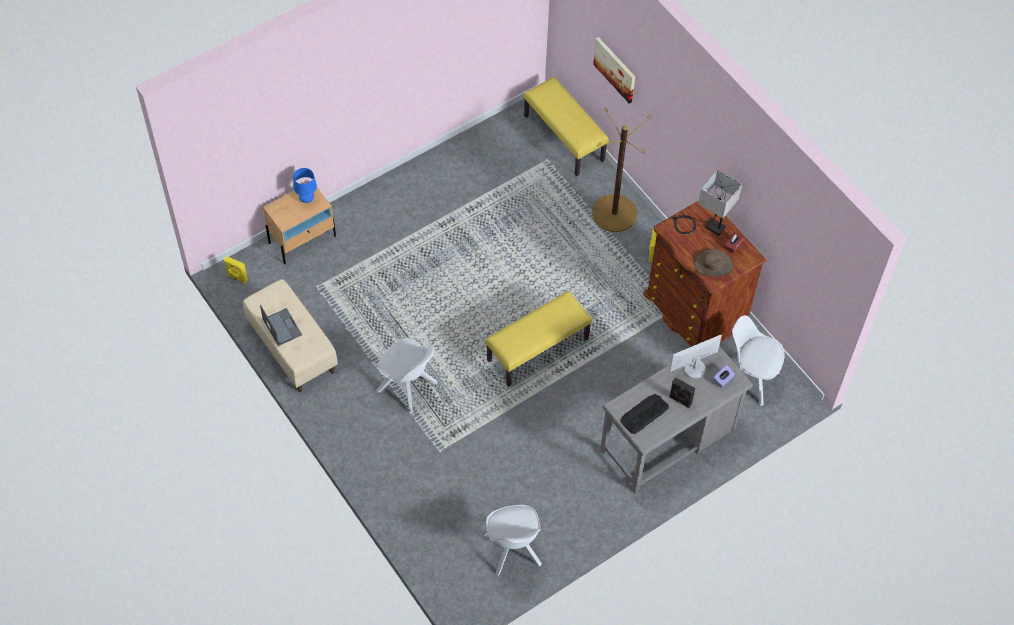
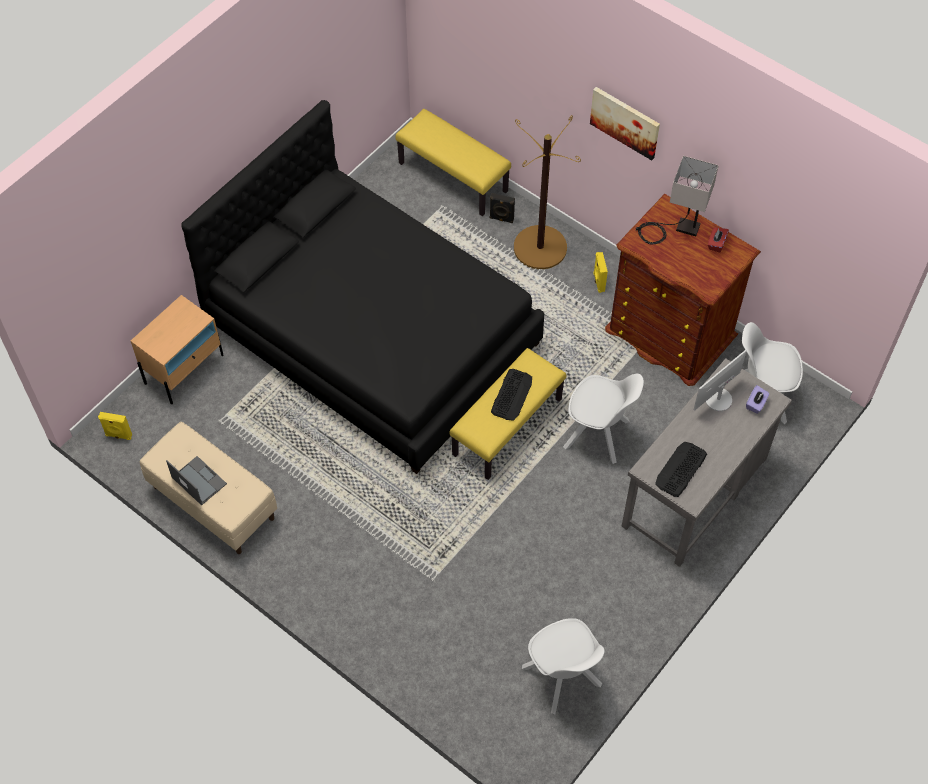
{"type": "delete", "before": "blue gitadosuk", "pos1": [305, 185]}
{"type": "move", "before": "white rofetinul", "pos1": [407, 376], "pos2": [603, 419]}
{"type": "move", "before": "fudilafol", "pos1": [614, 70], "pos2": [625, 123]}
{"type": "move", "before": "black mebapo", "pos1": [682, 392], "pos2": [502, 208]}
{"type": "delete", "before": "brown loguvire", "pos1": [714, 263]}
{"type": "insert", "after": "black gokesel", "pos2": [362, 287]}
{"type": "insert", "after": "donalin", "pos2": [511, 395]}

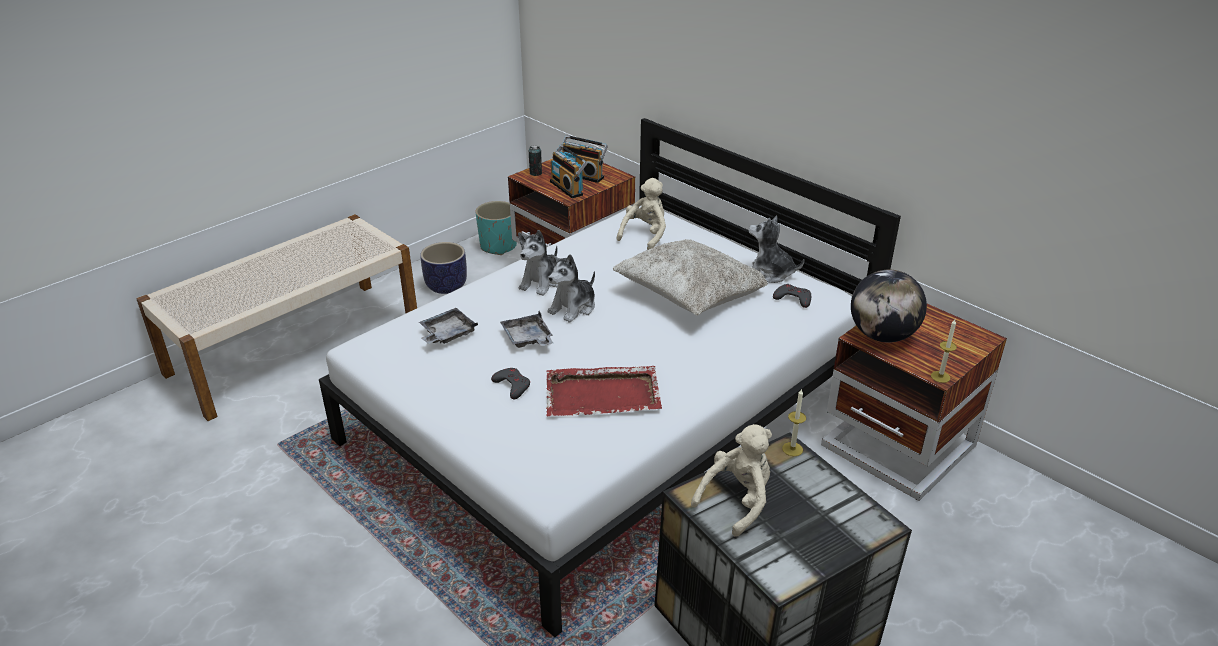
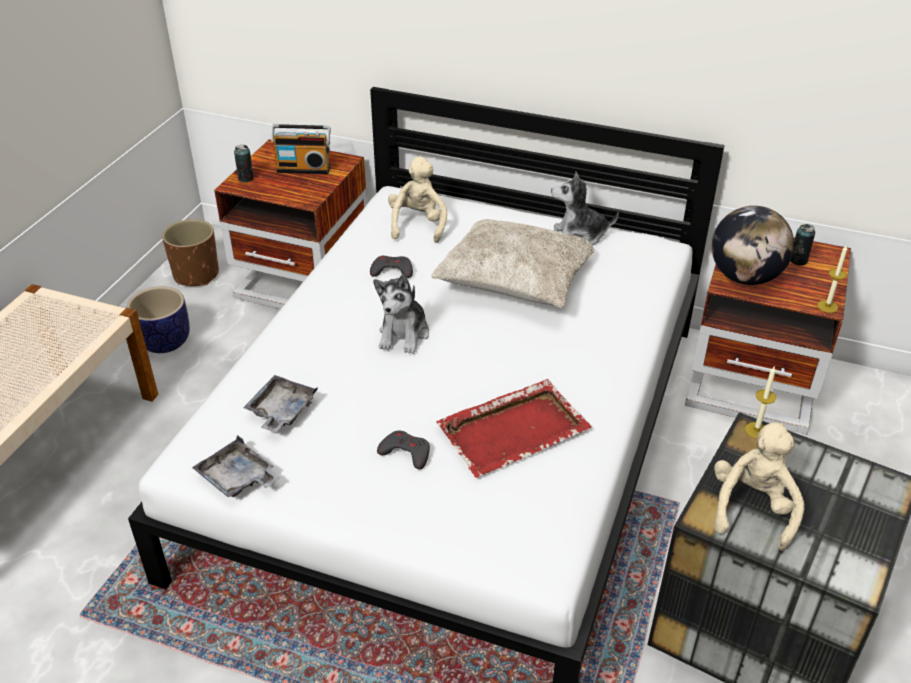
{"type": "recolor", "before": "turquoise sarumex", "after": "brown sarumex", "pos1": [496, 228], "pos2": [190, 252]}
{"type": "move", "before": "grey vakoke", "pos1": [526, 329], "pos2": [236, 466]}
{"type": "delete", "before": "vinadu", "pos1": [538, 263]}
{"type": "delete", "before": "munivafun", "pos1": [569, 172]}
{"type": "move", "before": "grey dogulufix", "pos1": [792, 296], "pos2": [391, 266]}
{"type": "insert", "after": "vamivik", "pos2": [802, 245]}

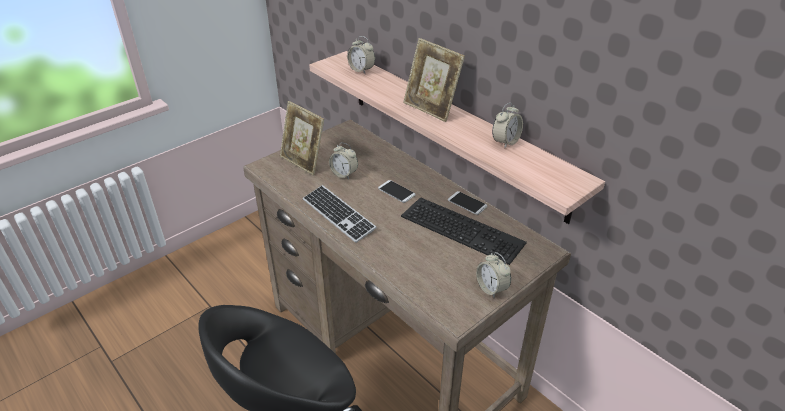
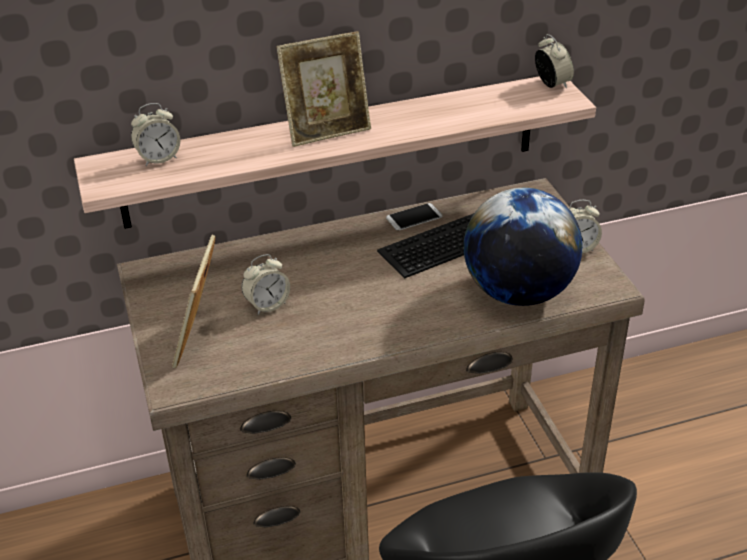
{"type": "rotate", "before": "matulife", "pos1": [302, 138], "pos2": [193, 301], "turn": 120}
{"type": "delete", "before": "donalin", "pos1": [340, 214]}
{"type": "delete", "before": "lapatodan", "pos1": [397, 191]}
{"type": "move", "before": "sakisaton", "pos1": [507, 126], "pos2": [554, 61]}
{"type": "insert", "after": "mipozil", "pos2": [523, 247]}

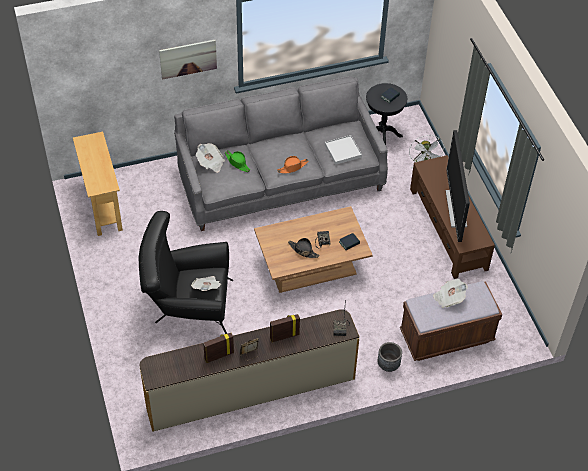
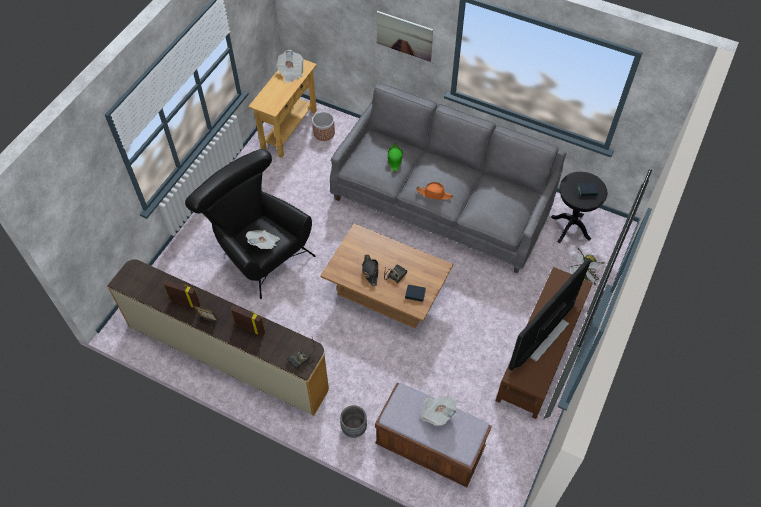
{"type": "move", "before": "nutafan", "pos1": [210, 158], "pos2": [290, 66]}
{"type": "delete", "before": "white vakoke", "pos1": [343, 150]}
{"type": "insert", "after": "sarumex", "pos2": [323, 126]}

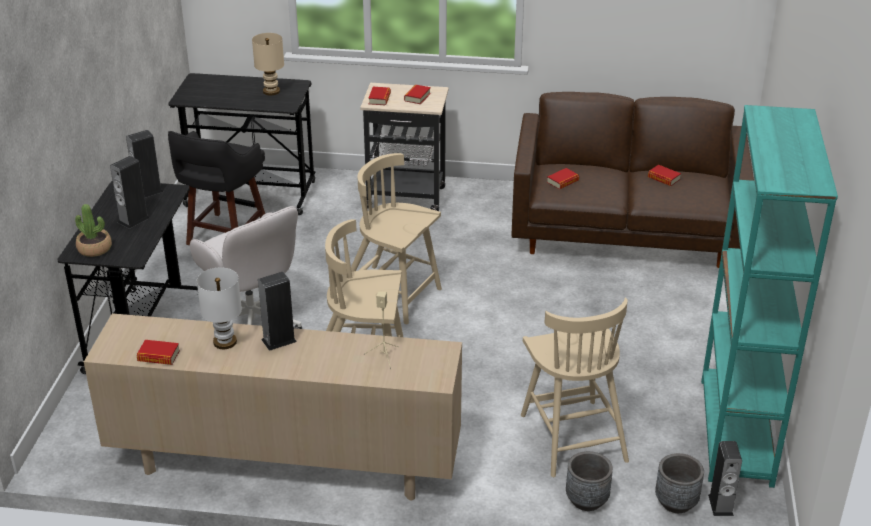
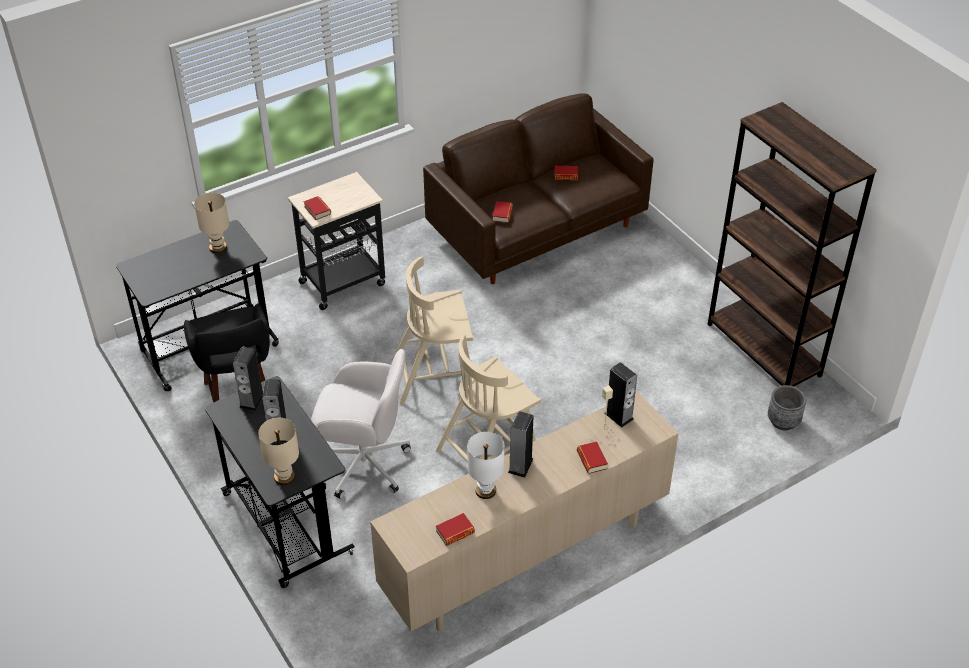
{"type": "replace", "before": "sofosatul", "after": "beige gitadosuk", "pos1": [93, 230], "pos2": [278, 451]}
{"type": "move", "before": "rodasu", "pos1": [417, 94], "pos2": [592, 457]}
{"type": "delete", "before": "beige rofetinul", "pos1": [575, 387]}
{"type": "delete", "before": "grey sarumex", "pos1": [589, 481]}
{"type": "recolor", "before": "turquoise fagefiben", "after": "brown fagefiben", "pos1": [769, 296], "pos2": [792, 244]}
{"type": "move", "before": "mebapo", "pos1": [725, 478], "pos2": [620, 394]}

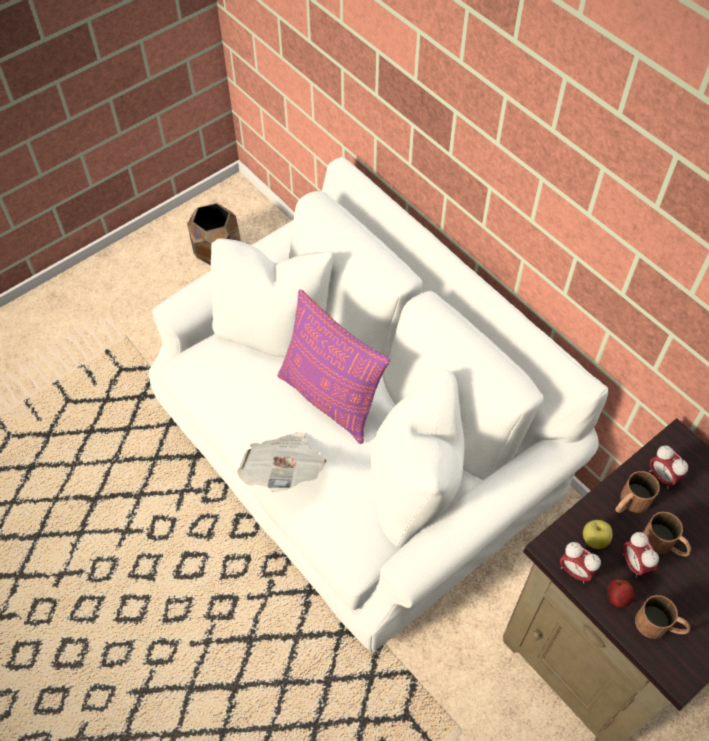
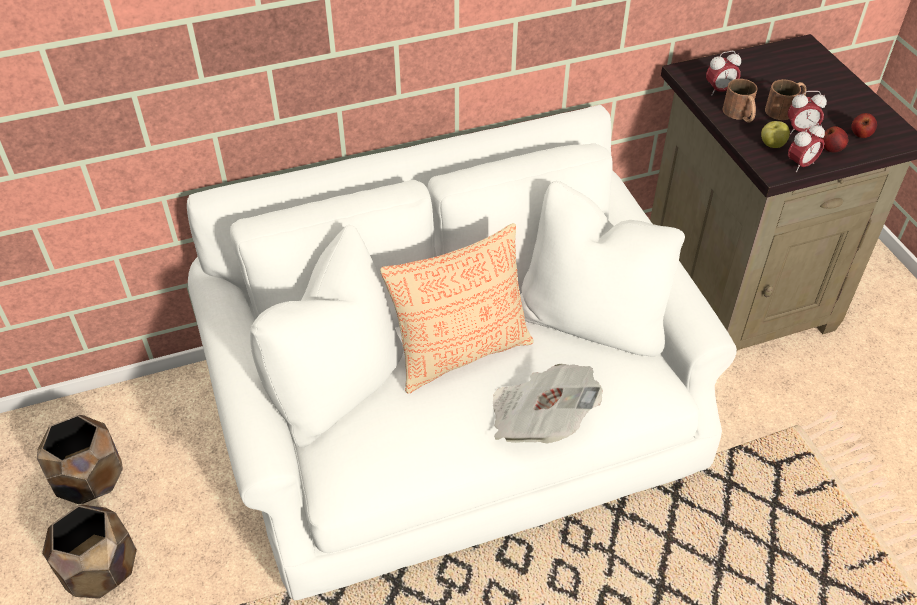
{"type": "recolor", "before": "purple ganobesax", "after": "beige ganobesax", "pos1": [333, 367], "pos2": [457, 308]}
{"type": "replace", "before": "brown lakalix", "after": "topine", "pos1": [662, 617], "pos2": [864, 125]}
{"type": "insert", "after": "brown sarumex", "pos2": [89, 552]}

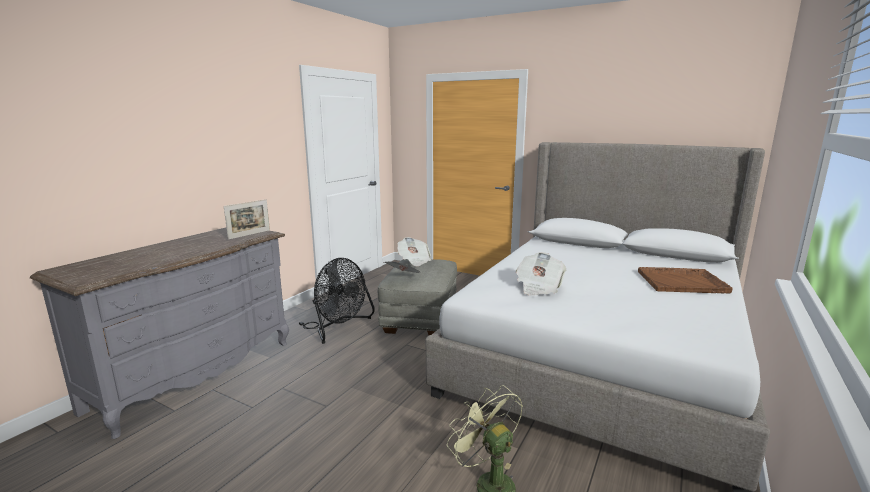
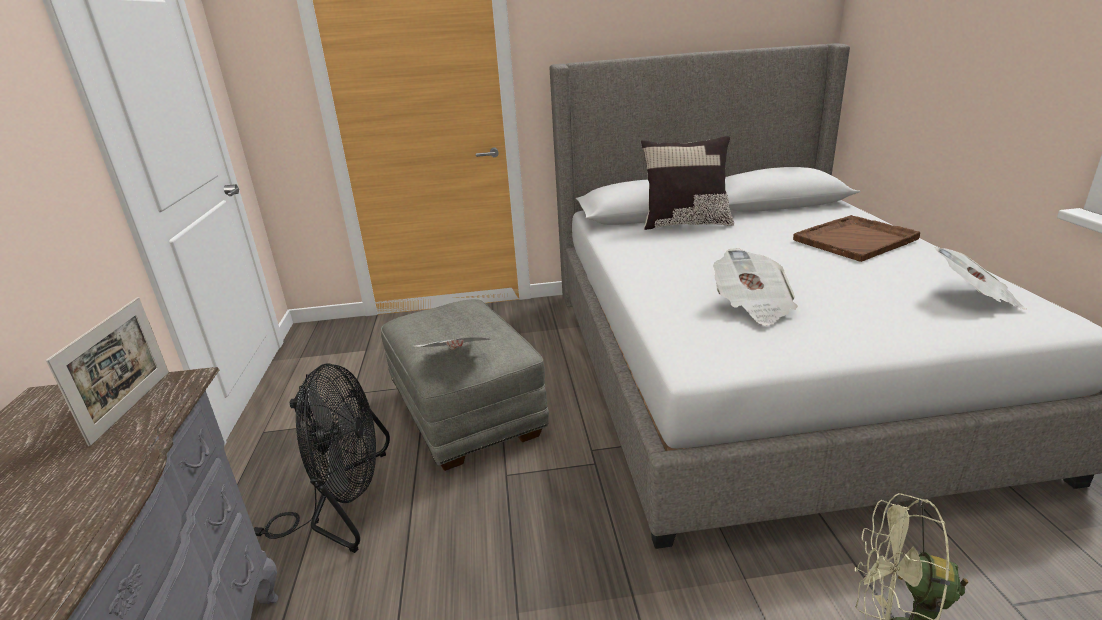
{"type": "move", "before": "nutafan", "pos1": [414, 251], "pos2": [980, 278]}
{"type": "insert", "after": "ganobesax", "pos2": [687, 183]}

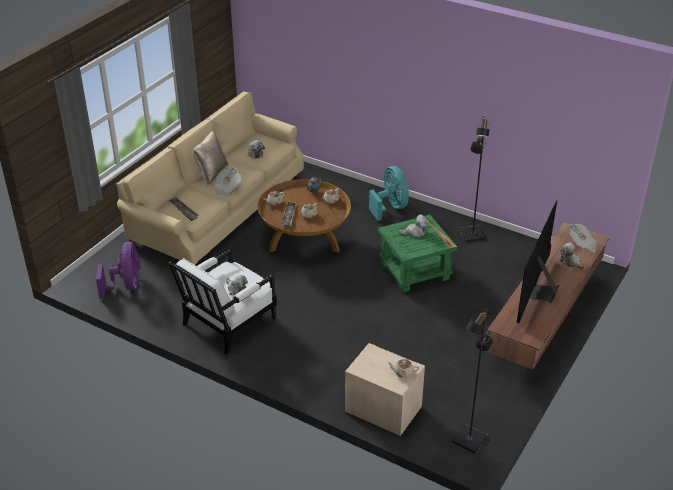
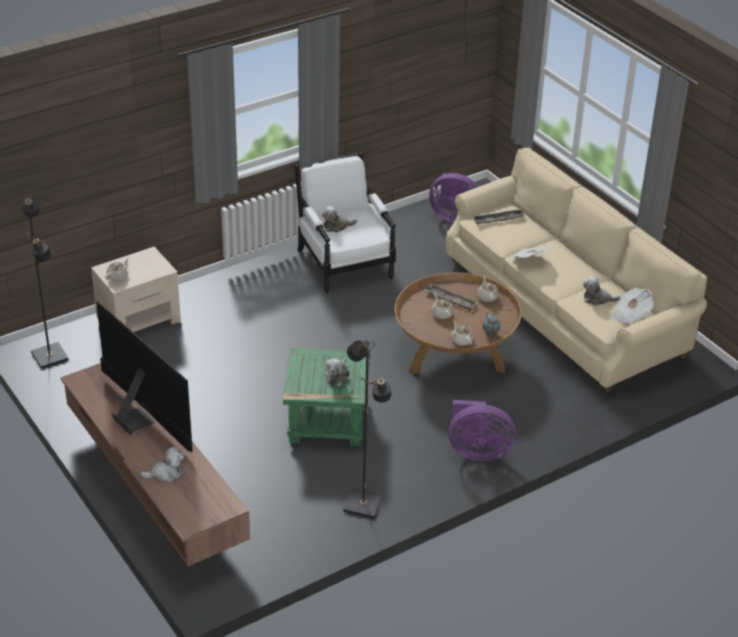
{"type": "delete", "before": "beige ganobesax", "pos1": [210, 158]}
{"type": "recolor", "before": "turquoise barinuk", "after": "purple barinuk", "pos1": [389, 193], "pos2": [482, 430]}
{"type": "move", "before": "nutafan", "pos1": [583, 238], "pos2": [632, 306]}

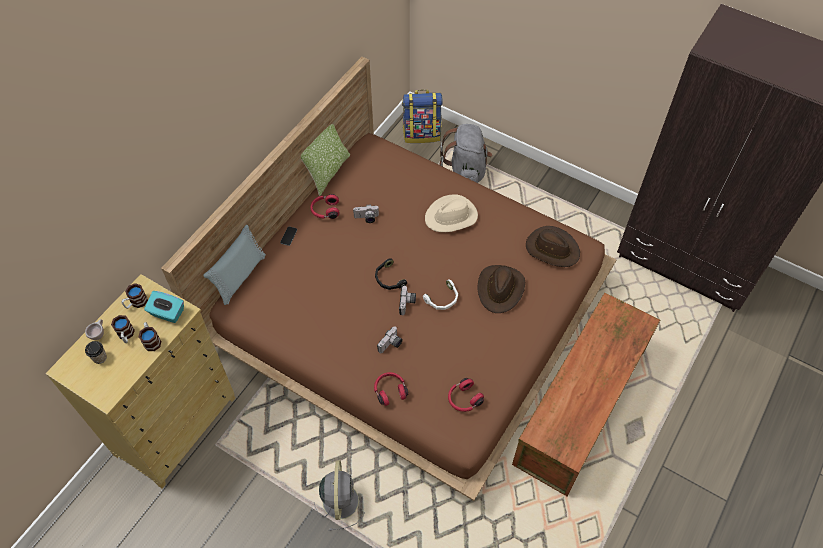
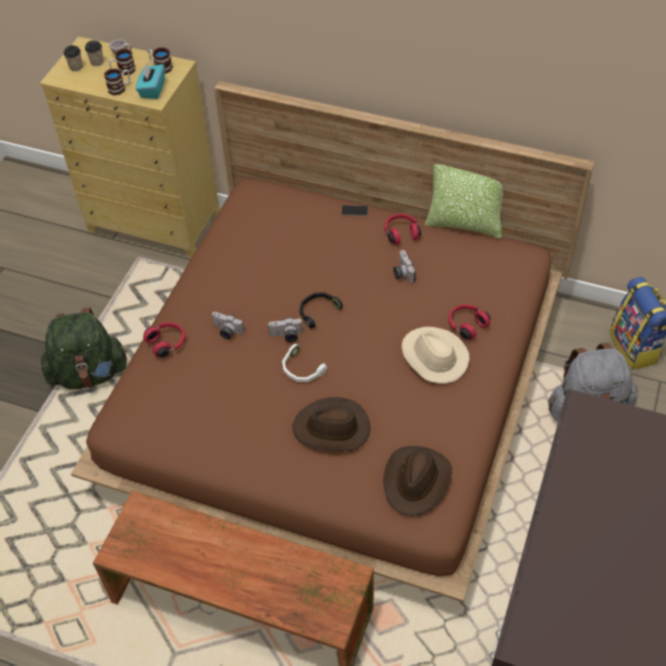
{"type": "delete", "before": "blue ganobesax", "pos1": [234, 265]}
{"type": "replace", "before": "grey barinuk", "after": "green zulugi", "pos1": [339, 495], "pos2": [84, 348]}
{"type": "move", "before": "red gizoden", "pos1": [466, 395], "pos2": [469, 322]}
{"type": "insert", "after": "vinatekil", "pos2": [73, 58]}

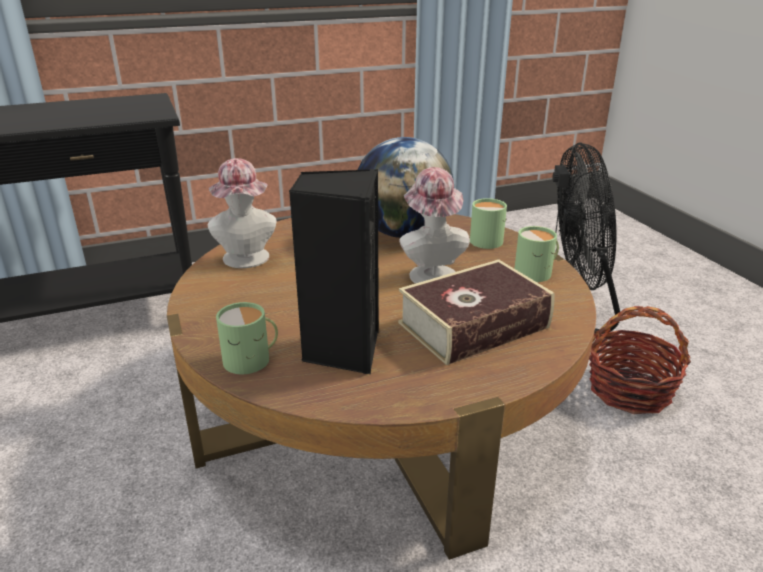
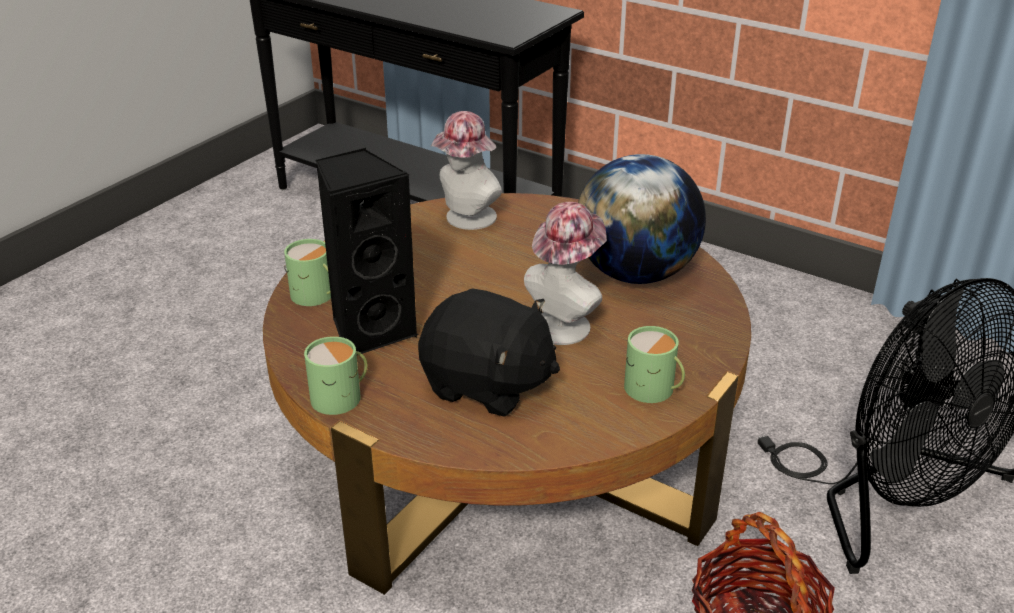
{"type": "replace", "before": "rodasu", "after": "black vinadu", "pos1": [476, 312], "pos2": [489, 353]}
{"type": "move", "before": "green lakalix", "pos1": [488, 223], "pos2": [335, 375]}

